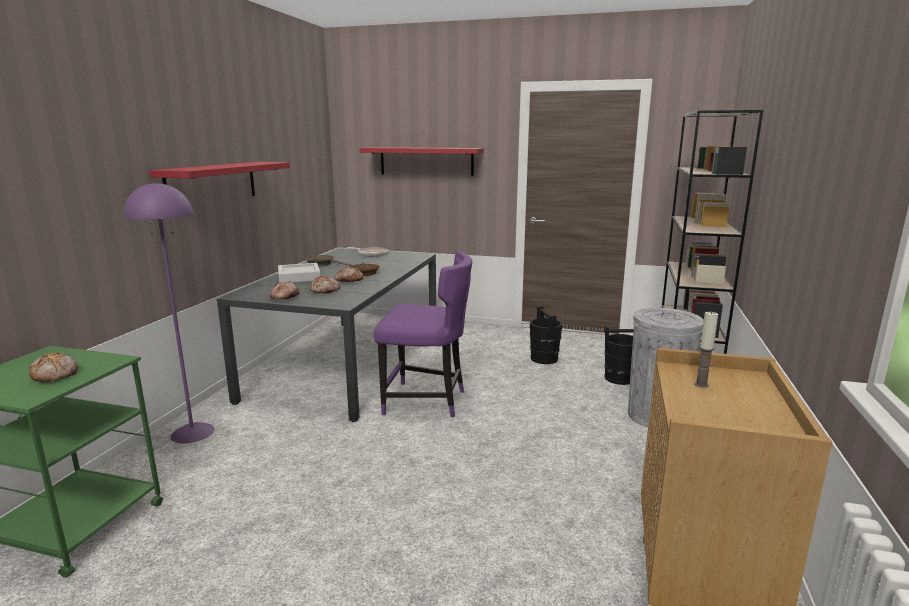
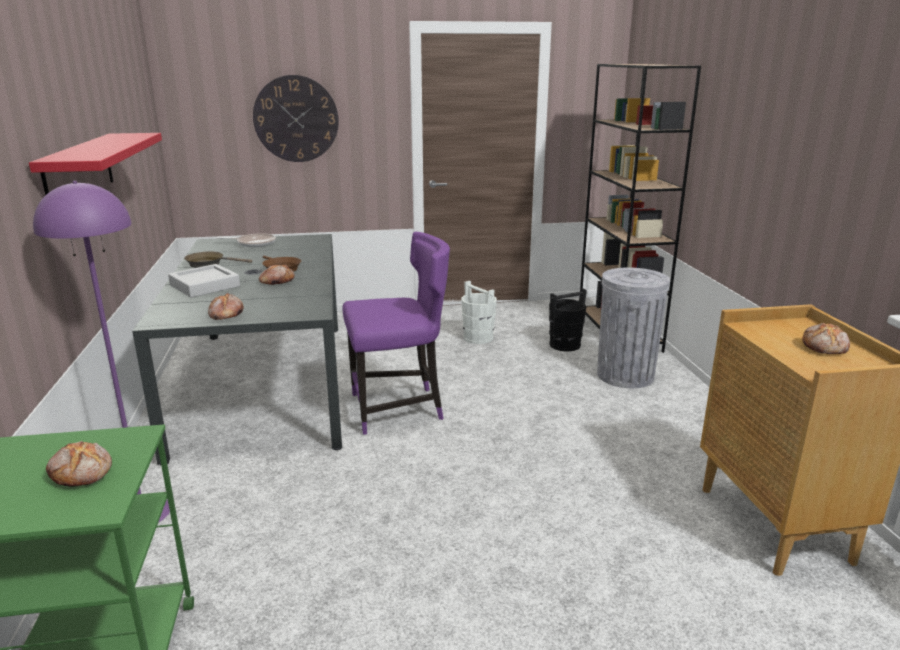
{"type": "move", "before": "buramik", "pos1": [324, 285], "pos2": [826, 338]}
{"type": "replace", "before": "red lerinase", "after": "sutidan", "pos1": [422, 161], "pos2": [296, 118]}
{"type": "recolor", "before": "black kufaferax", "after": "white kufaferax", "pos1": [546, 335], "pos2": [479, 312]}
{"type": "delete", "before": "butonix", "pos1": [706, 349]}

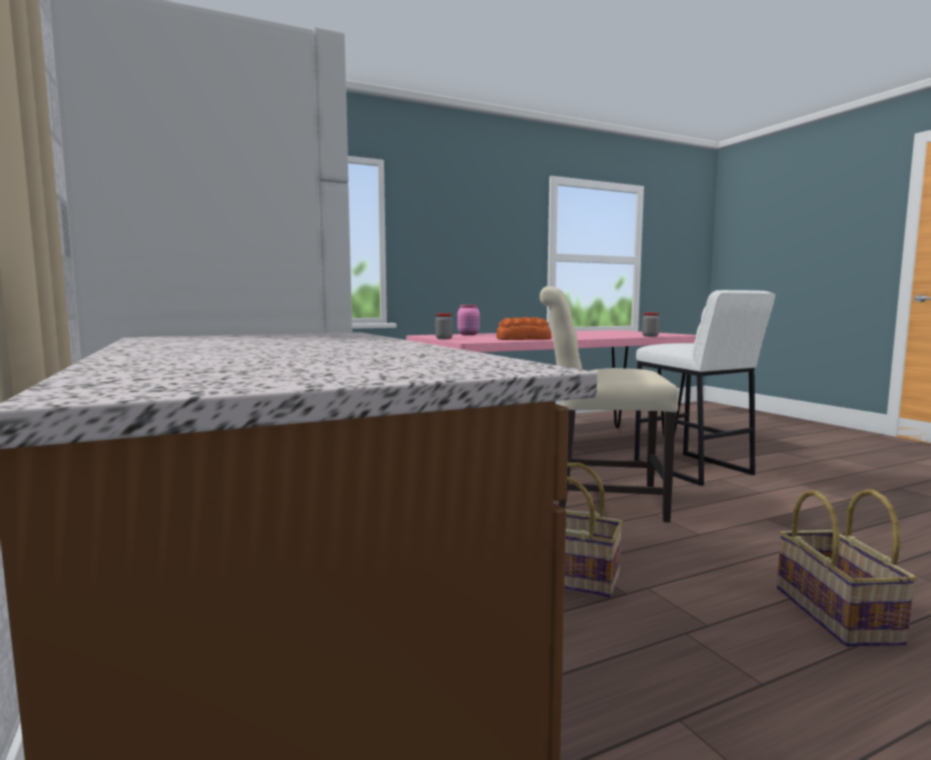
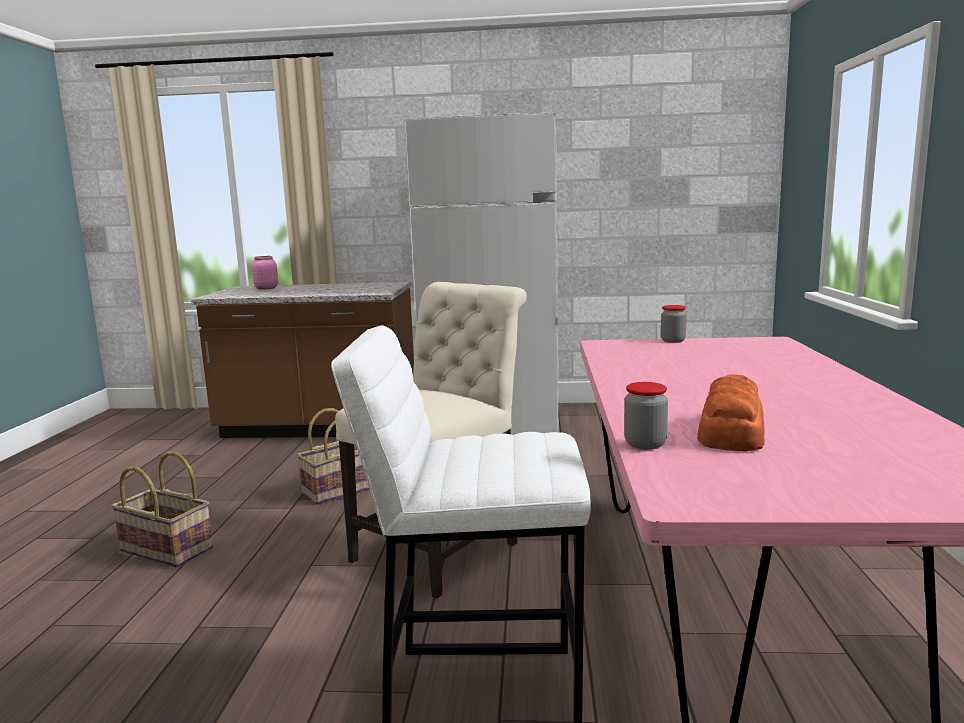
{"type": "move", "before": "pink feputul", "pos1": [469, 320], "pos2": [265, 273]}
{"type": "move", "before": "buramik", "pos1": [524, 328], "pos2": [731, 412]}

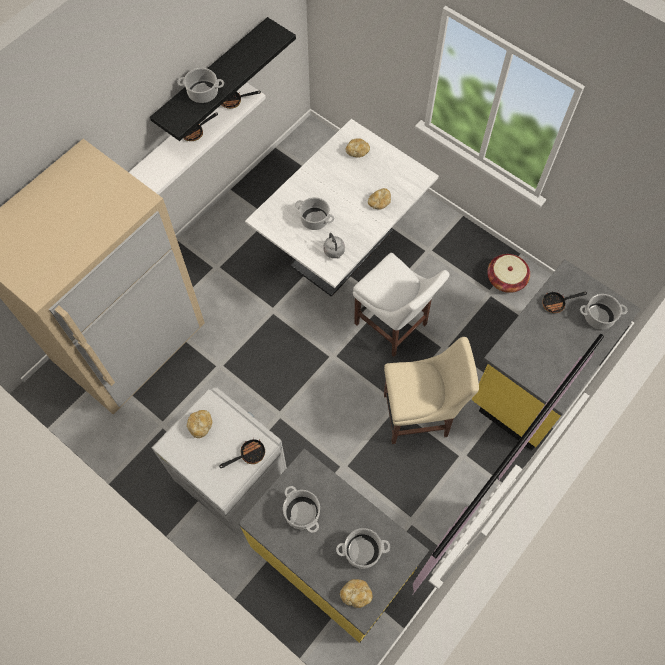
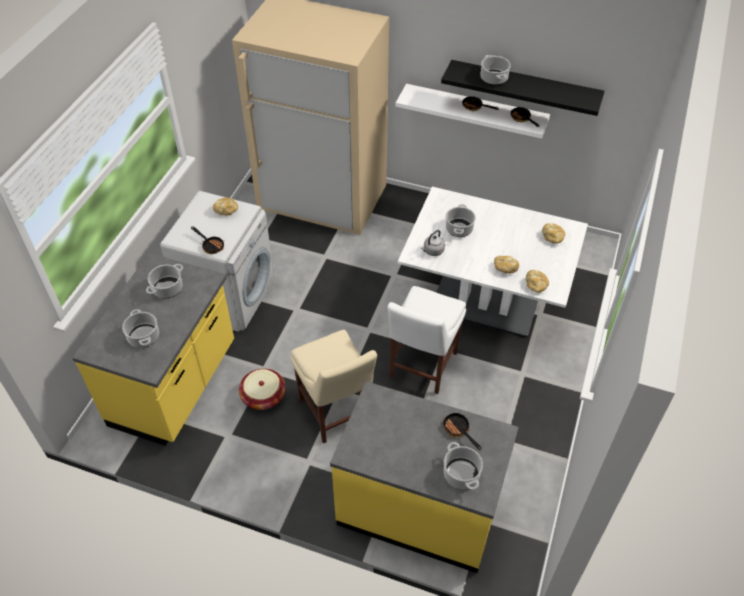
{"type": "move", "before": "buramik", "pos1": [356, 593], "pos2": [537, 281]}
{"type": "move", "before": "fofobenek", "pos1": [508, 273], "pos2": [262, 389]}

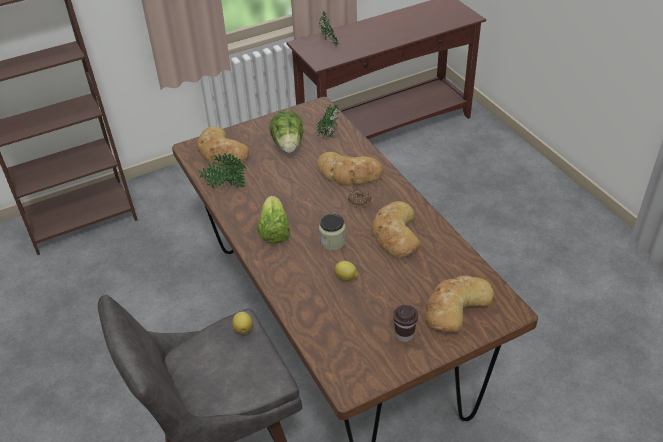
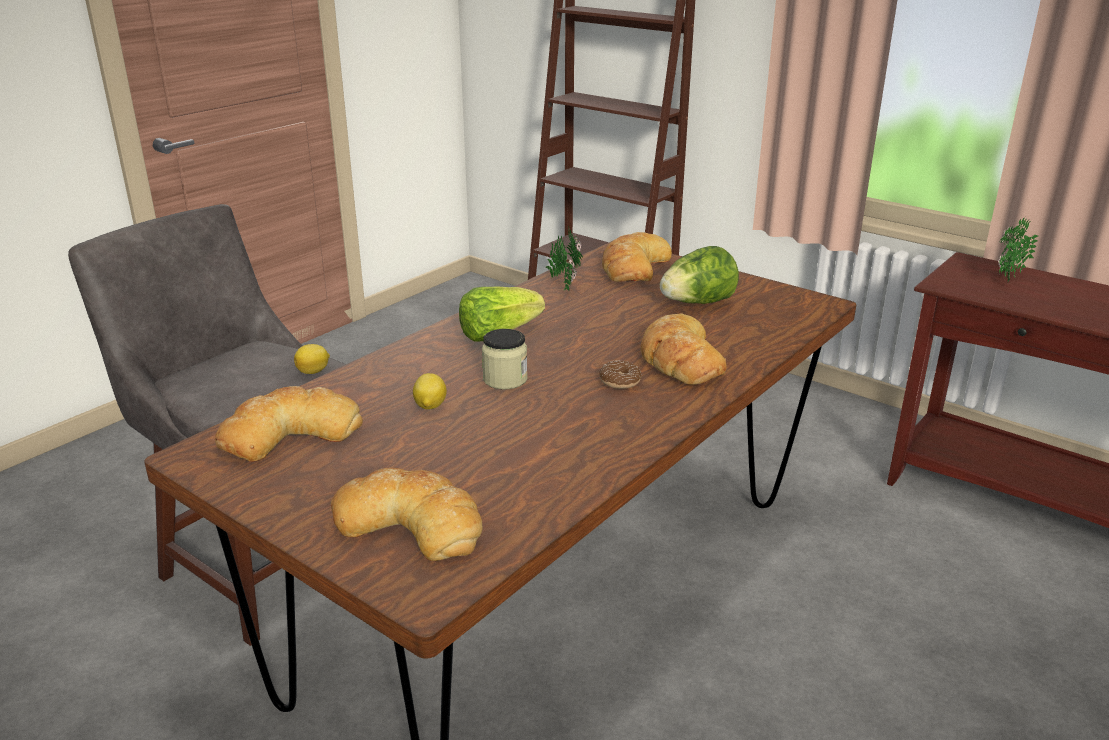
{"type": "delete", "before": "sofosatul", "pos1": [328, 122]}
{"type": "move", "before": "buramik", "pos1": [396, 229], "pos2": [289, 424]}
{"type": "delete", "before": "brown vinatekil", "pos1": [405, 323]}

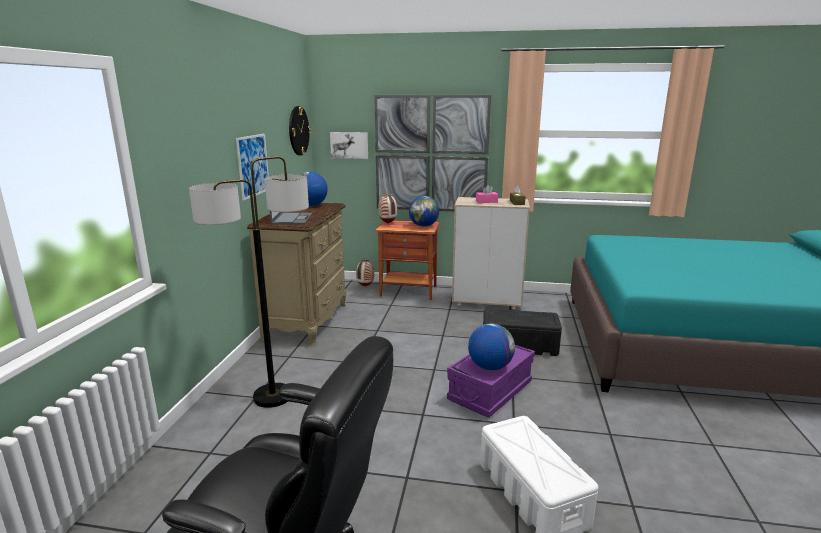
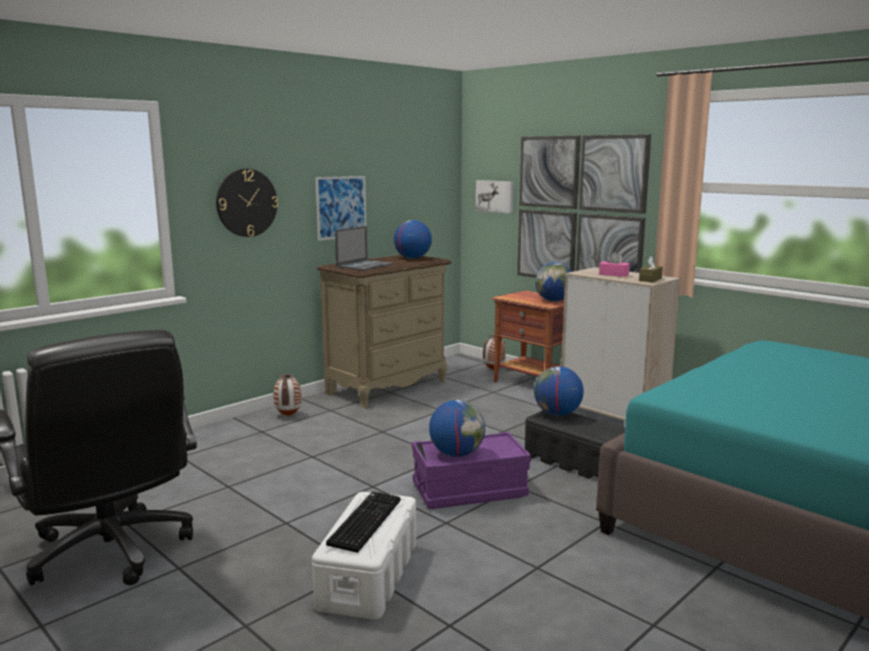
{"type": "delete", "before": "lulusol", "pos1": [249, 282]}
{"type": "move", "before": "sutidan", "pos1": [300, 131], "pos2": [247, 203]}
{"type": "move", "before": "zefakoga", "pos1": [387, 208], "pos2": [288, 395]}
{"type": "insert", "after": "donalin", "pos2": [363, 522]}
{"type": "insert", "after": "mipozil", "pos2": [559, 391]}

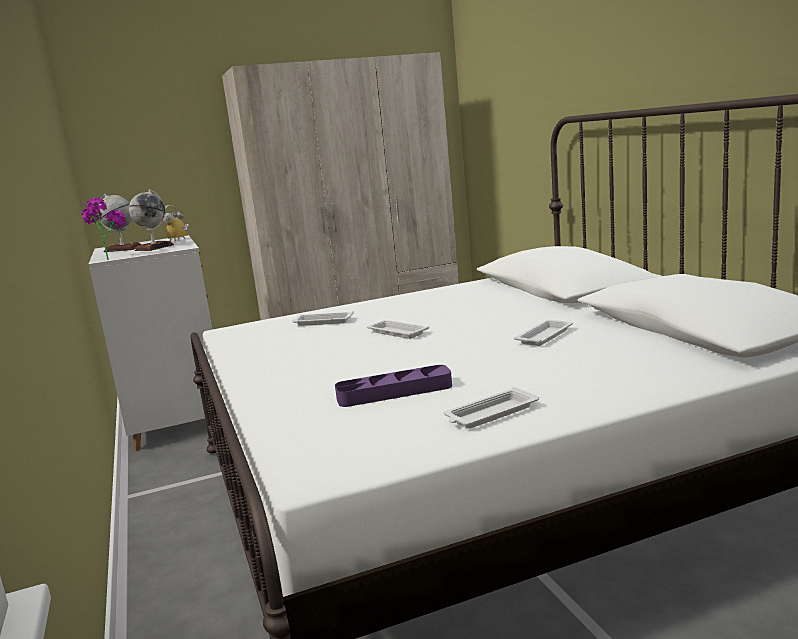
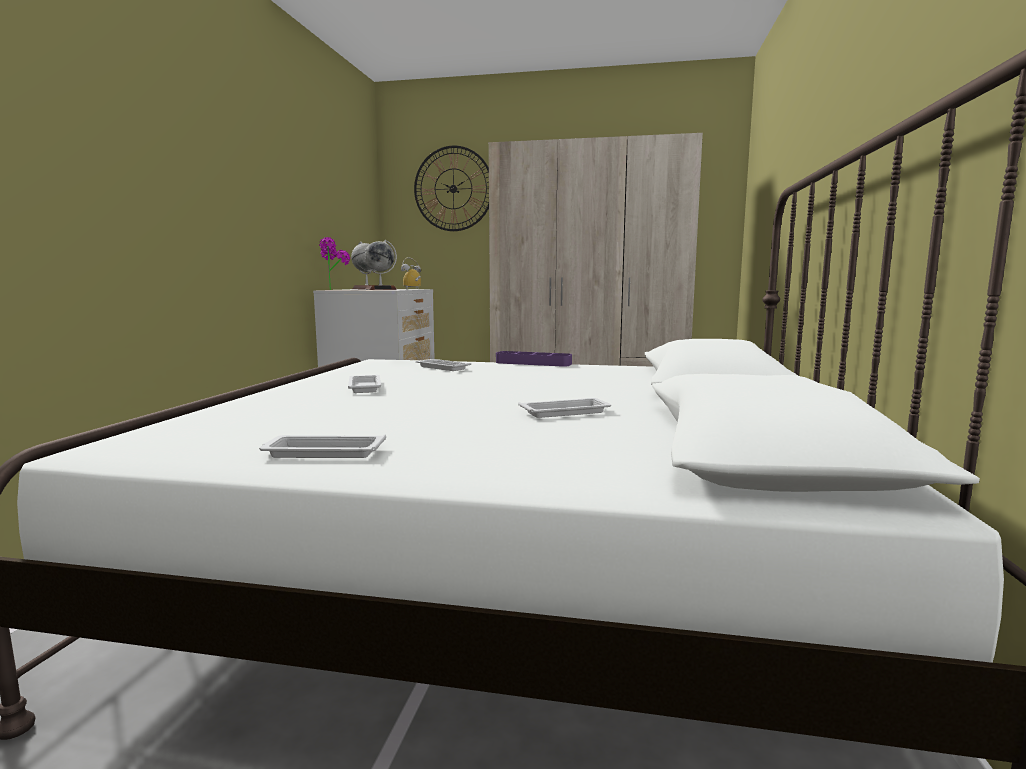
{"type": "move", "before": "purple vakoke", "pos1": [393, 386], "pos2": [534, 359]}
{"type": "move", "before": "white vakoke", "pos1": [398, 329], "pos2": [364, 384]}
{"type": "insert", "after": "sutidan", "pos2": [451, 188]}

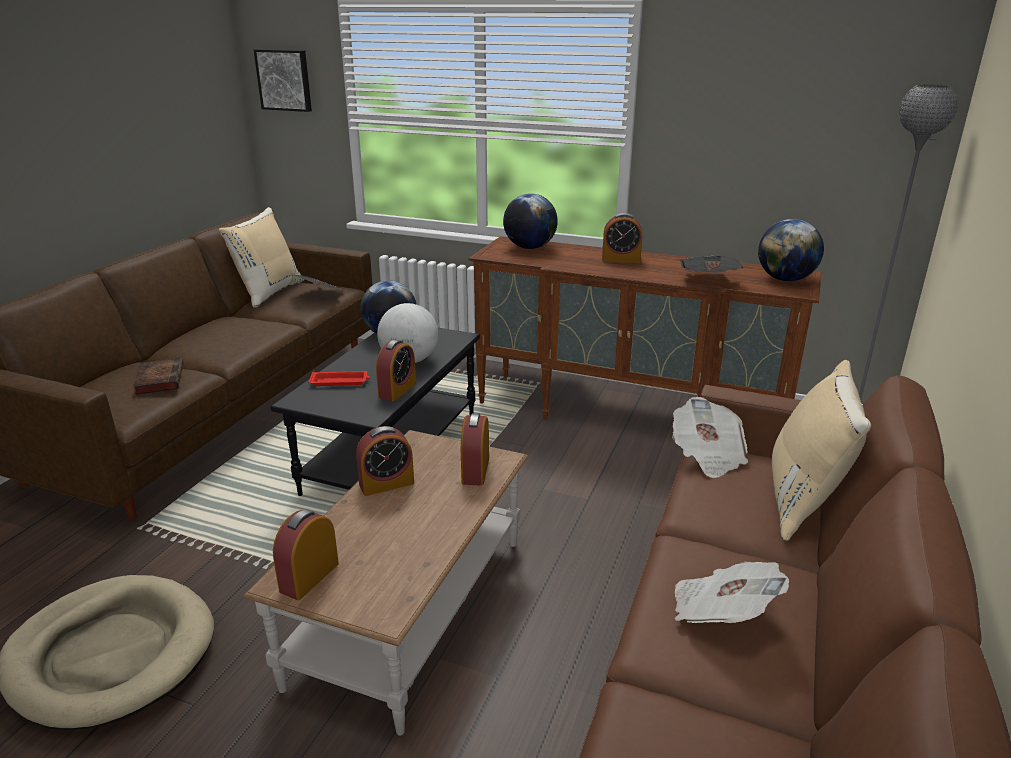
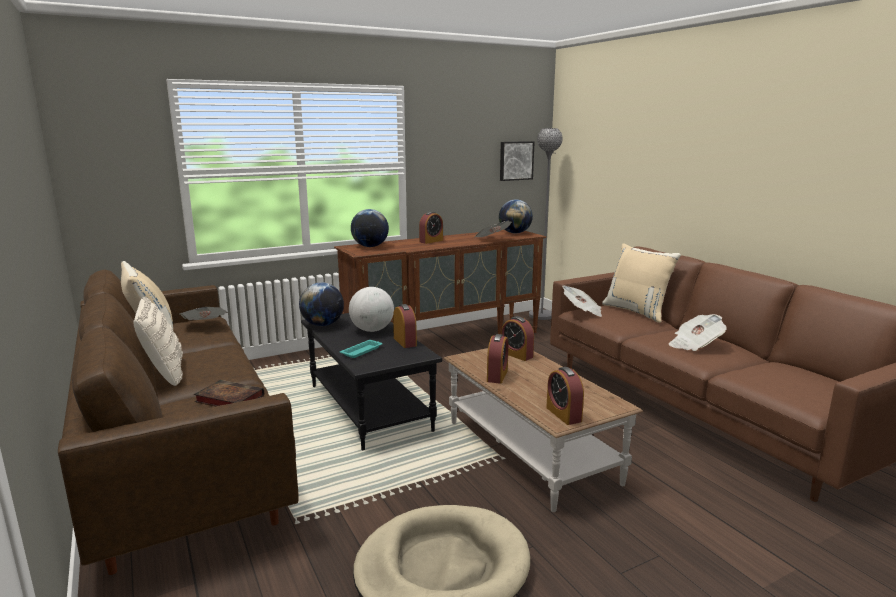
{"type": "move", "before": "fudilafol", "pos1": [283, 80], "pos2": [517, 161]}
{"type": "recolor", "before": "red vakoke", "after": "turquoise vakoke", "pos1": [339, 378], "pos2": [361, 349]}
{"type": "insert", "after": "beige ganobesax", "pos2": [158, 341]}

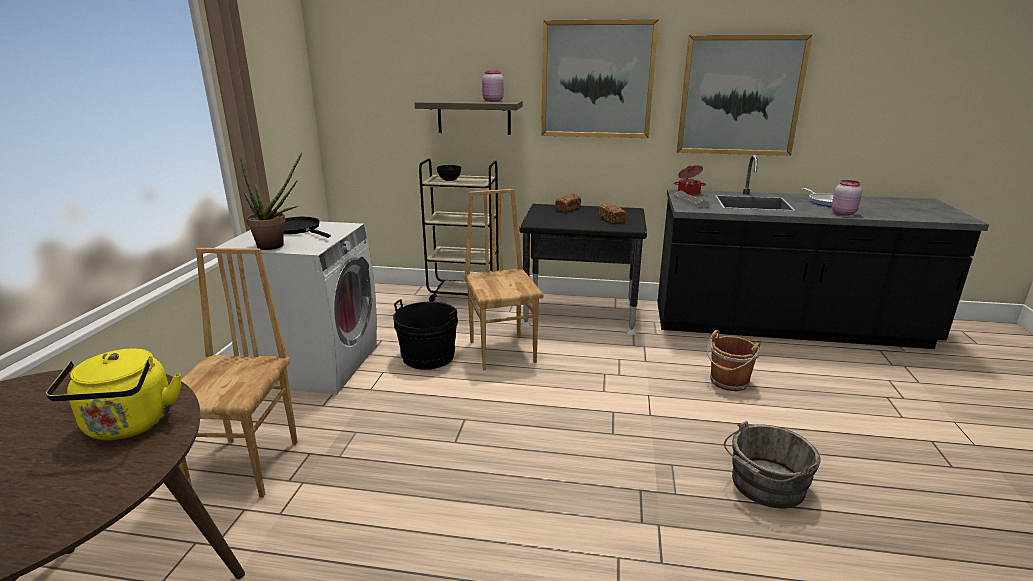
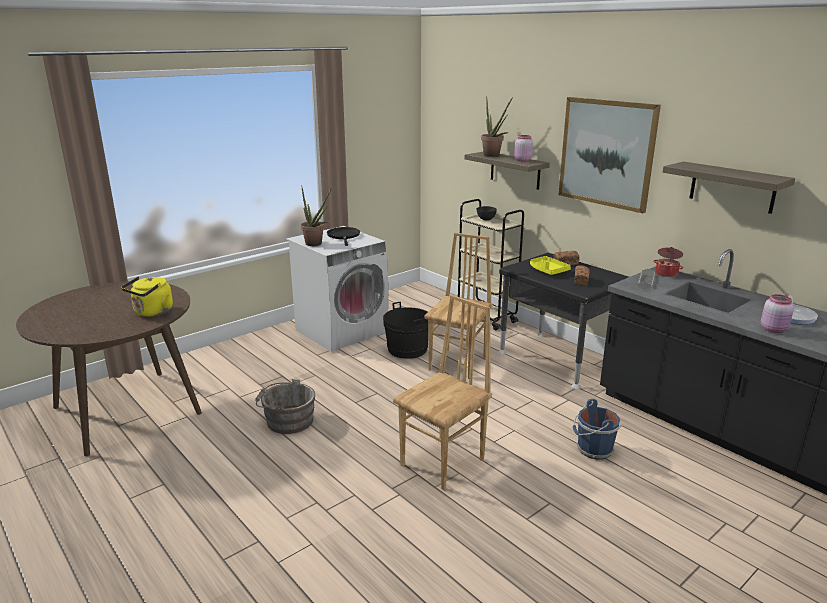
{"type": "move", "before": "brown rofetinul", "pos1": [238, 373], "pos2": [442, 392]}
{"type": "replace", "before": "fudilafol", "after": "lerinase", "pos1": [744, 95], "pos2": [729, 187]}
{"type": "recolor", "before": "brown kufaferax", "after": "blue kufaferax", "pos1": [733, 360], "pos2": [597, 429]}
{"type": "move", "before": "grey kufaferax", "pos1": [772, 465], "pos2": [285, 406]}
{"type": "insert", "after": "sofosatul", "pos2": [497, 126]}
{"type": "insert", "after": "yellow vakoke", "pos2": [550, 265]}

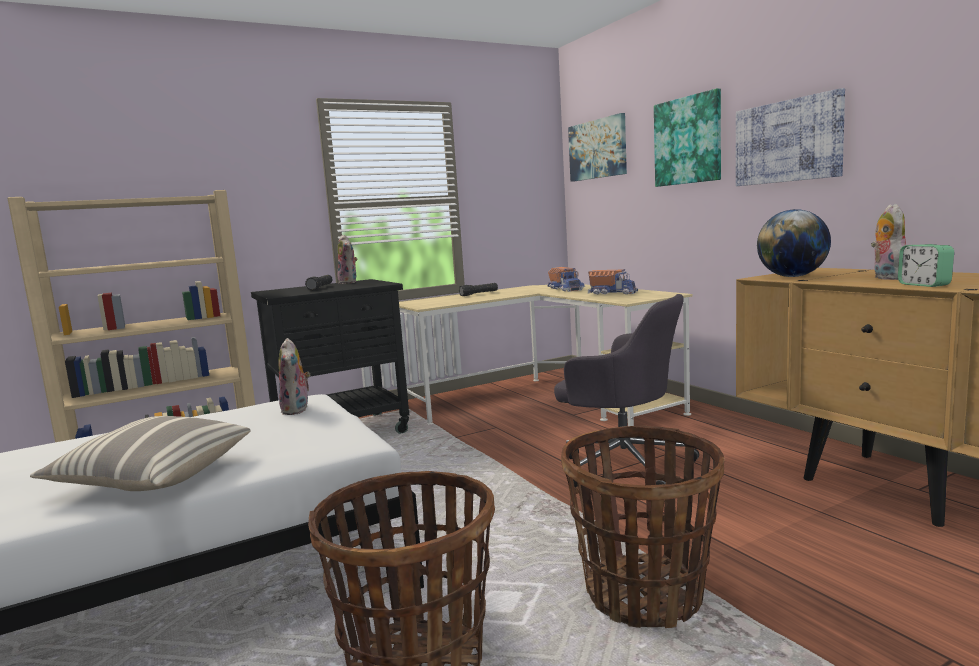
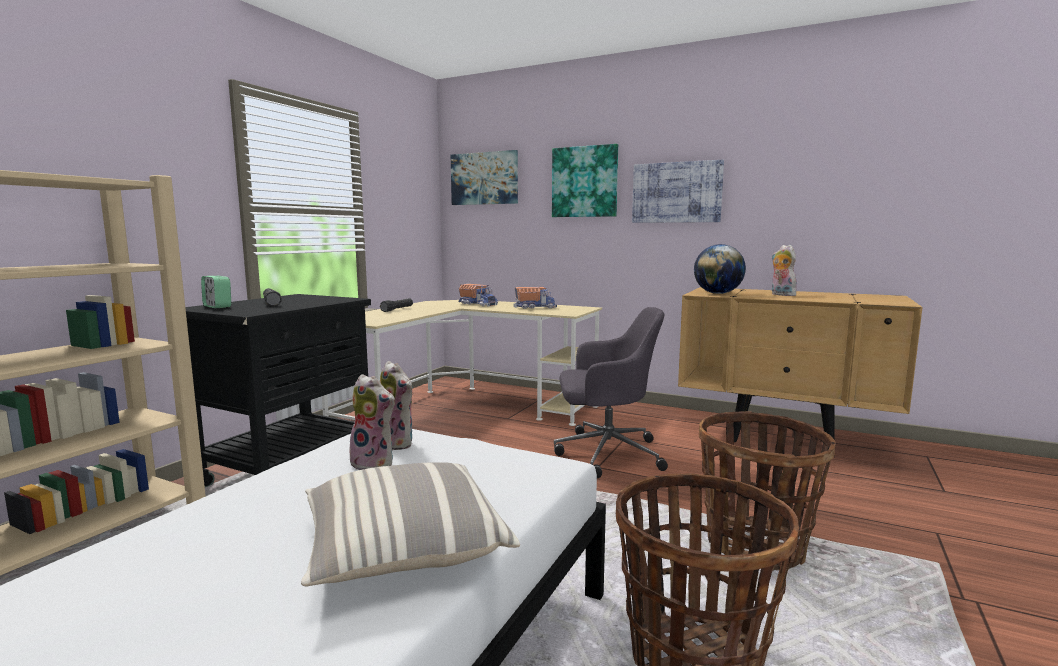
{"type": "move", "before": "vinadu", "pos1": [348, 259], "pos2": [371, 422]}
{"type": "move", "before": "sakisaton", "pos1": [926, 265], "pos2": [216, 292]}

